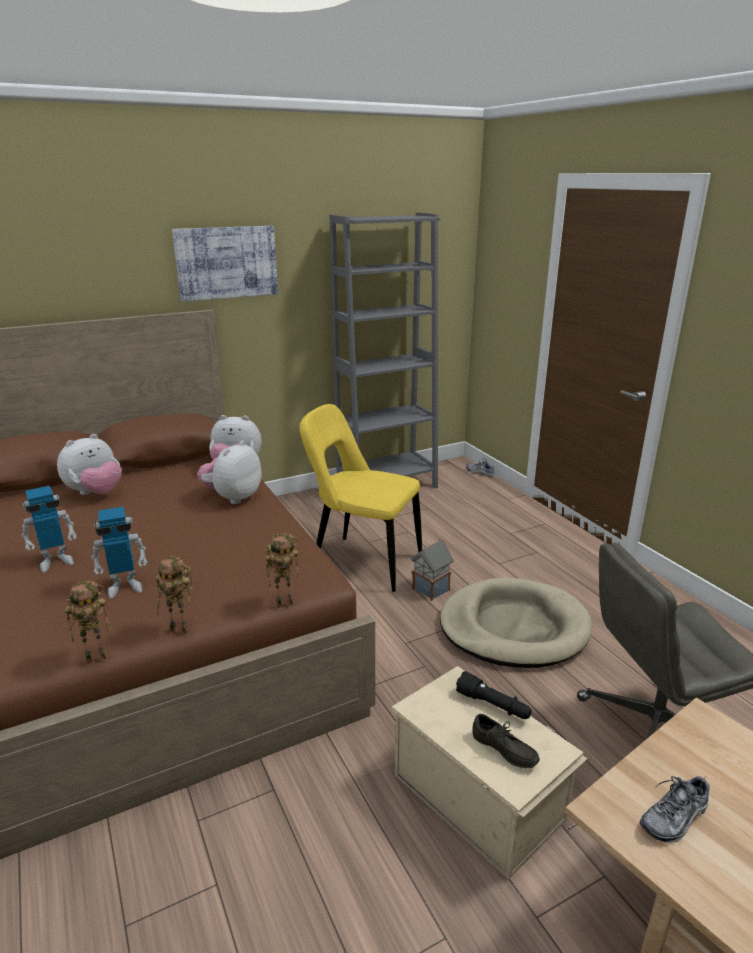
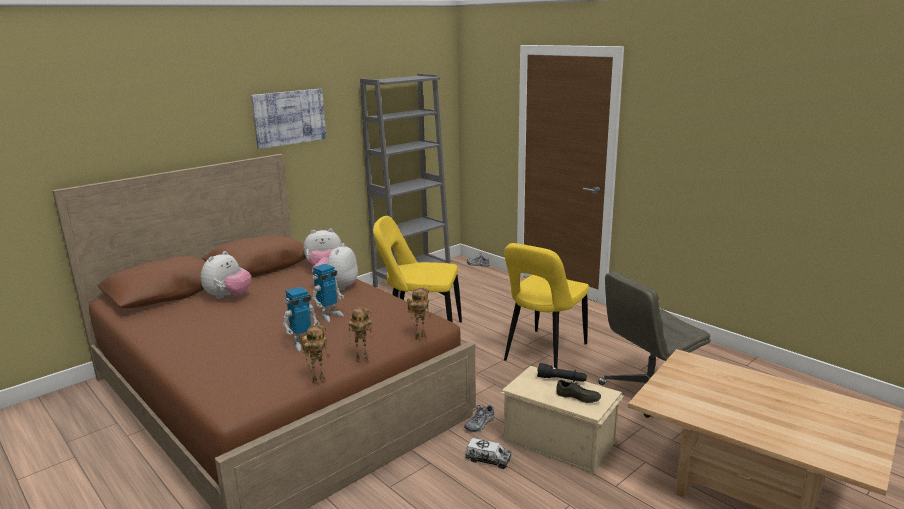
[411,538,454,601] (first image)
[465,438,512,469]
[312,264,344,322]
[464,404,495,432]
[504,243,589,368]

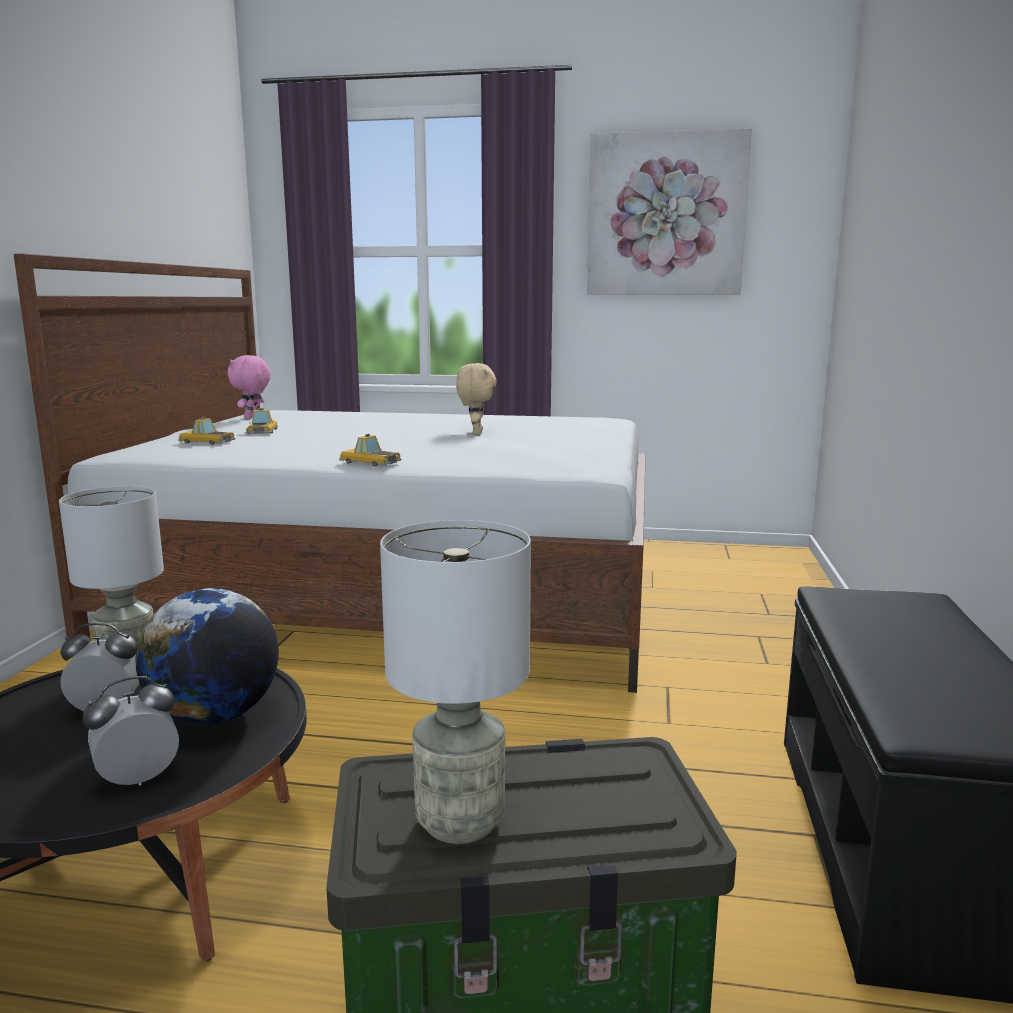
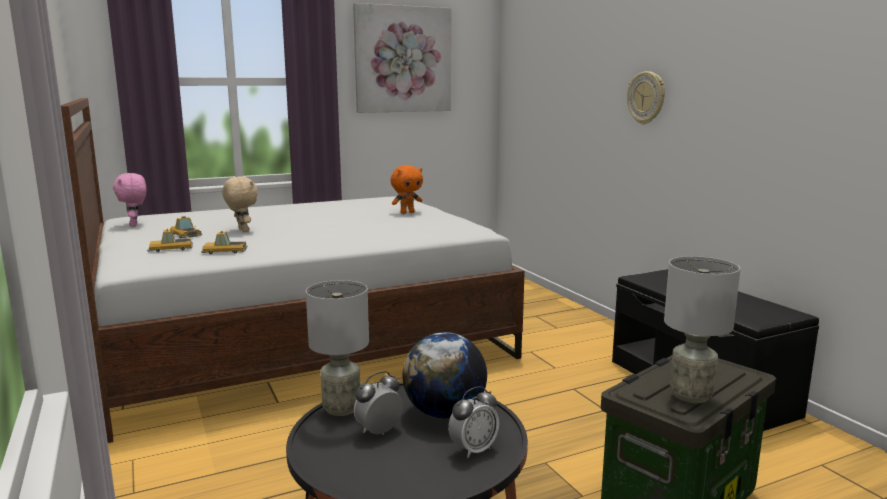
[391,165,423,214]
[627,71,665,124]
[201,231,248,254]
[222,177,258,232]
[448,386,499,458]

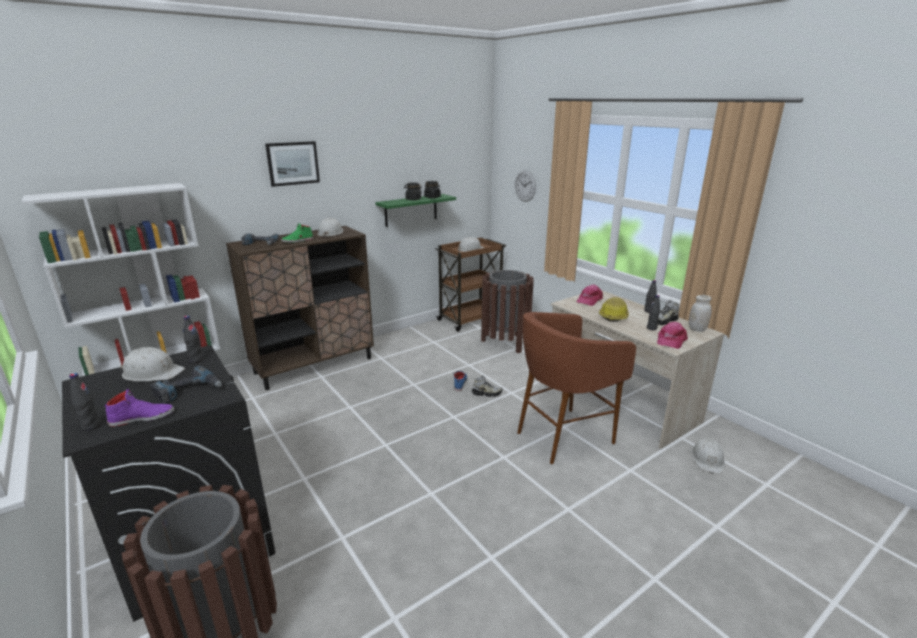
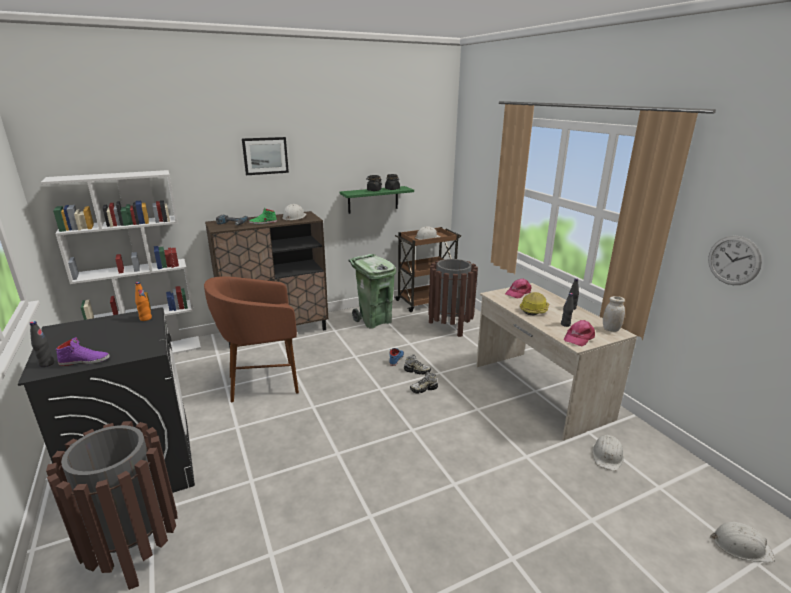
[150,366,222,404] (first image)
[348,254,396,329]
[710,522,775,562]
[708,235,762,285]
[204,276,299,402]
[410,372,438,394]
[135,282,152,321]

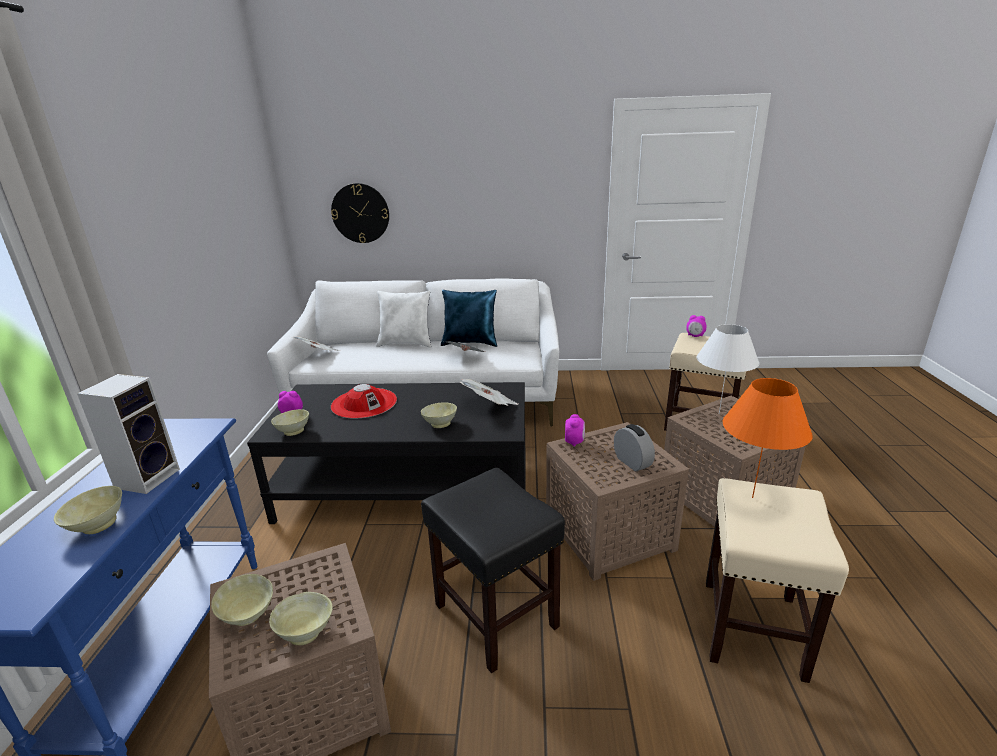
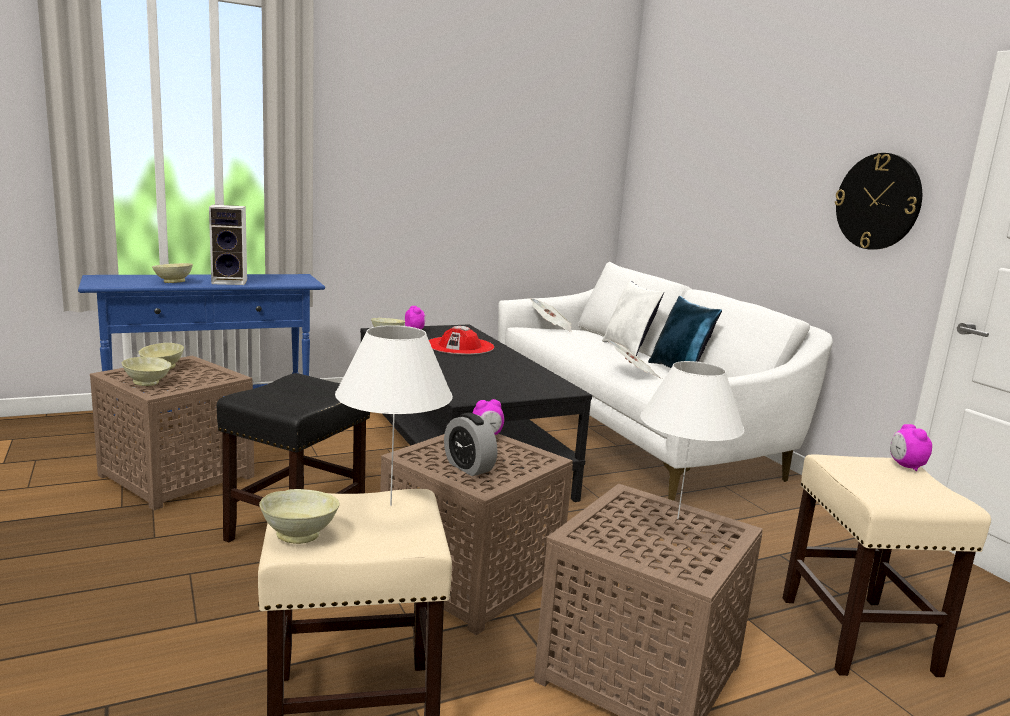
[460,379,518,406] (first image)
[835,153,922,250]
[259,489,340,544]
[335,325,453,506]
[444,413,497,476]

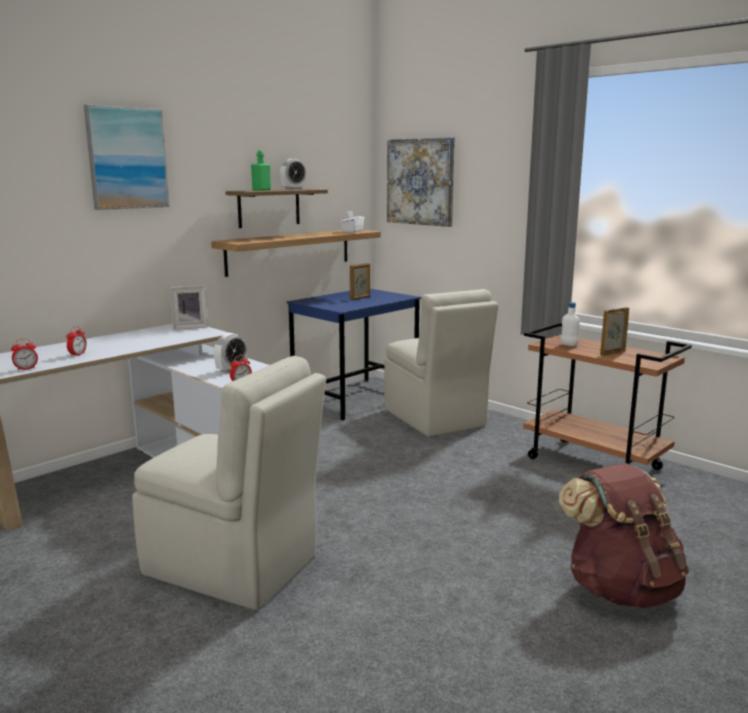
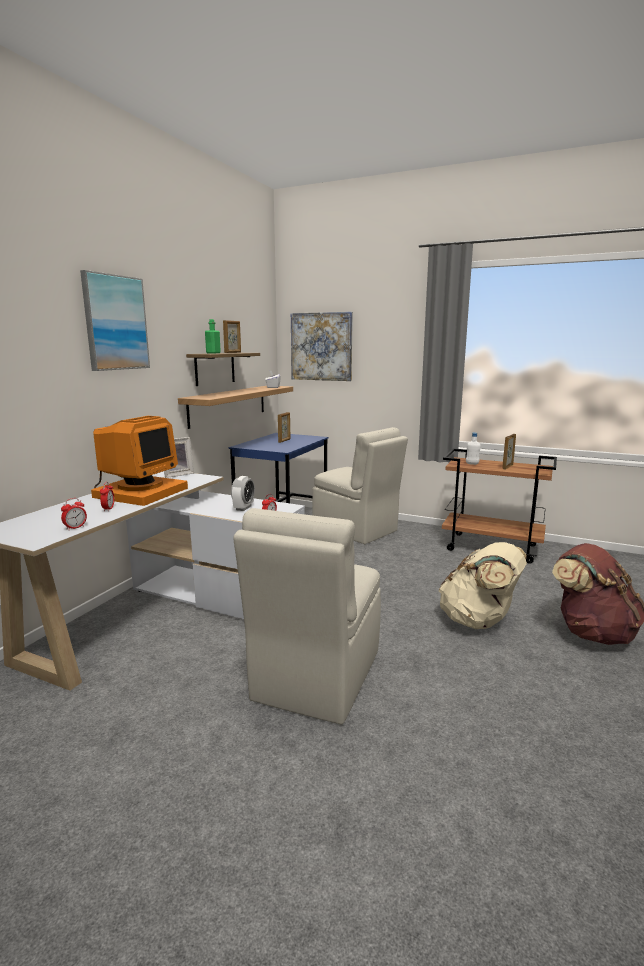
[91,416,188,506]
[439,542,527,629]
[223,320,241,353]
[233,508,381,725]

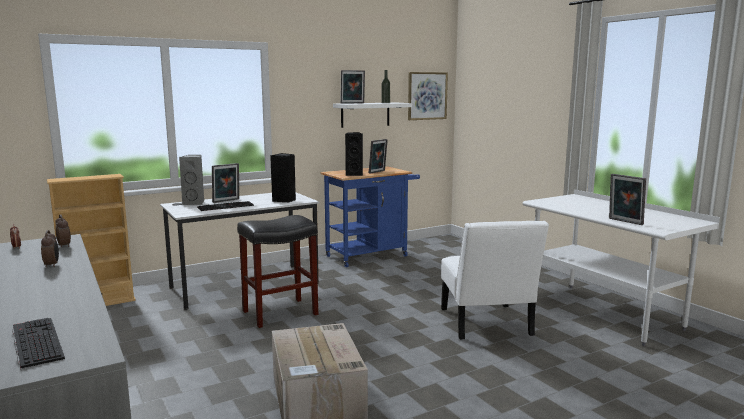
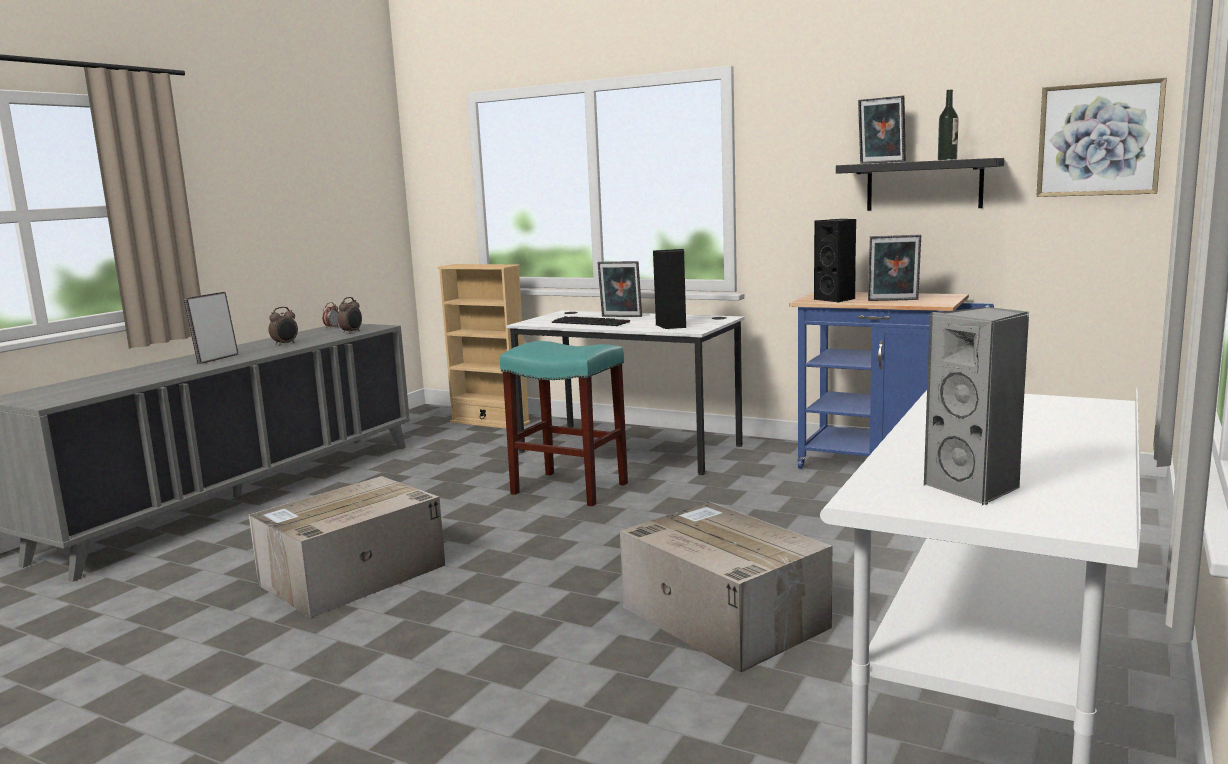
[12,318,65,370] (first image)
[924,307,1029,505]
[183,292,239,364]
[620,502,832,673]
[500,341,628,506]
[836,158,1004,211]

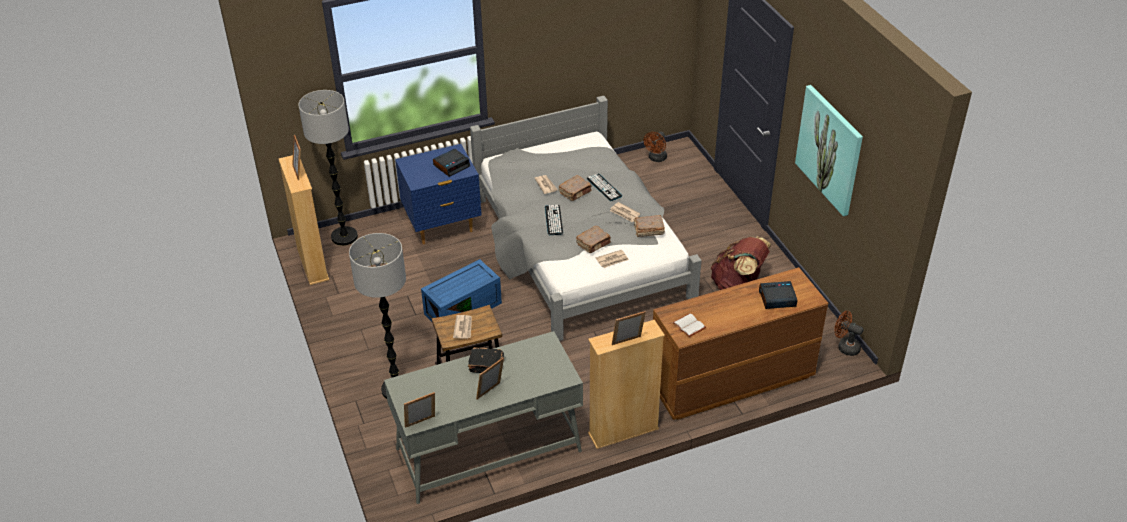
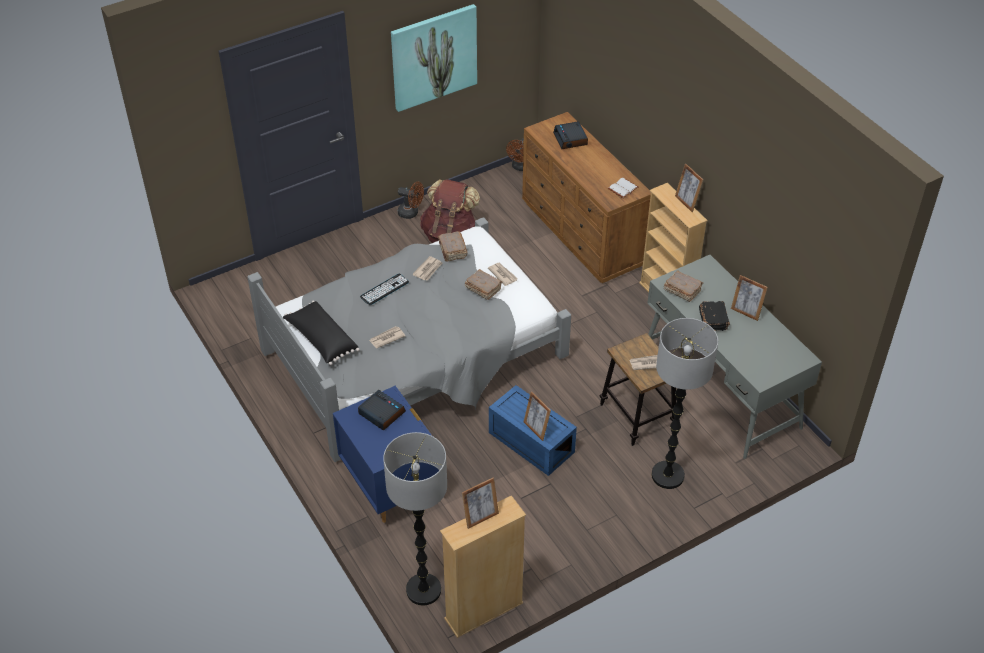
[545,205,563,235] (first image)
[283,301,360,365]
[524,391,551,441]
[664,271,703,302]
[398,182,424,219]

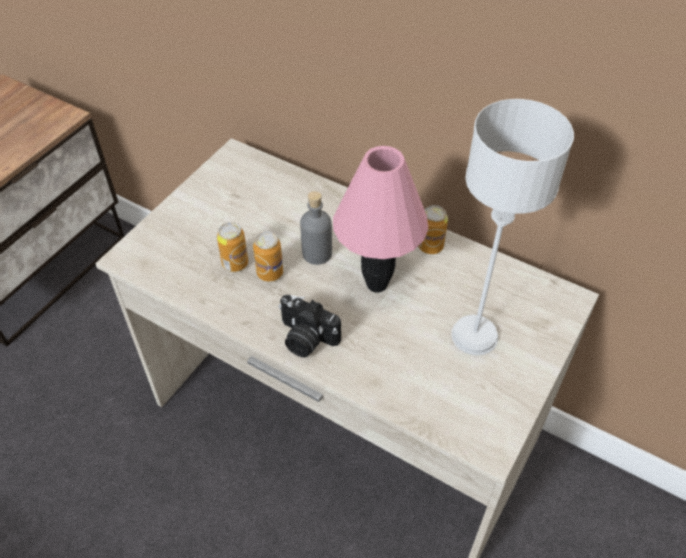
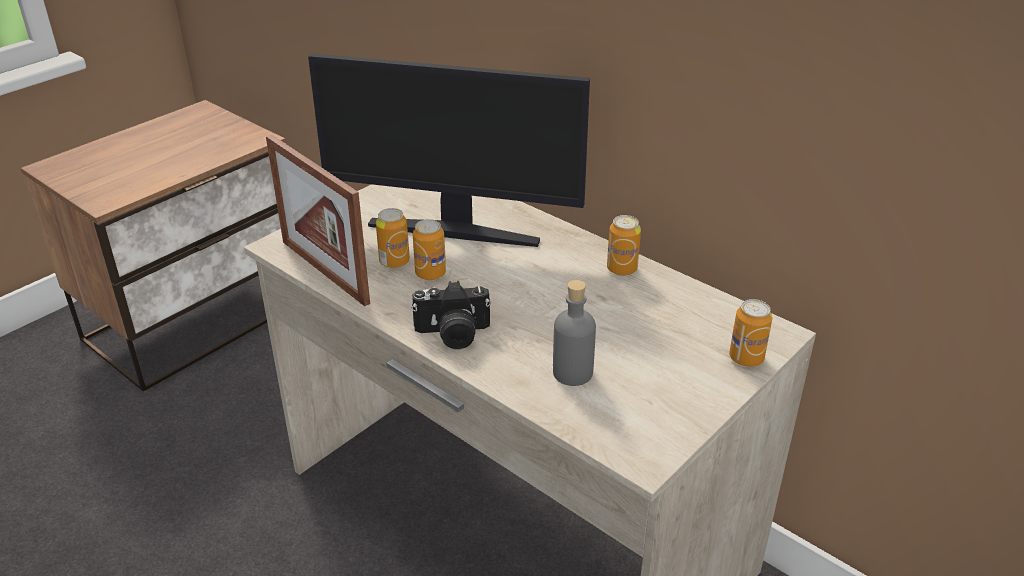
[333,146,428,293] (first image)
[451,99,574,355] (first image)
[266,135,370,306]
[308,53,590,247]
[729,299,772,367]
[553,280,596,386]
[412,281,491,349]

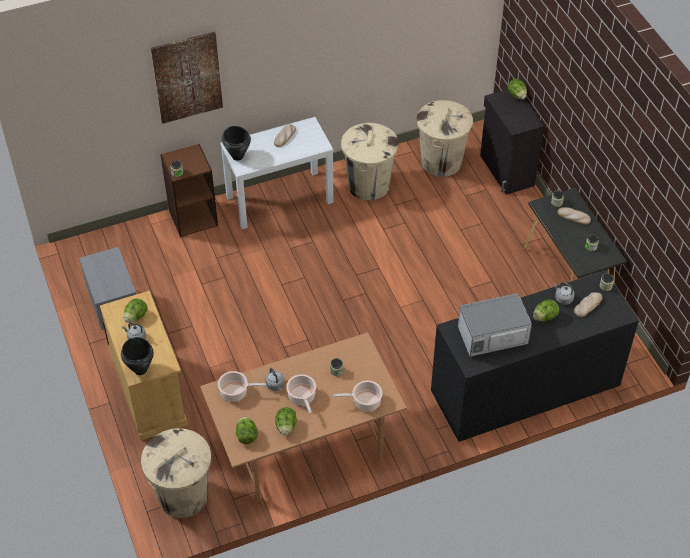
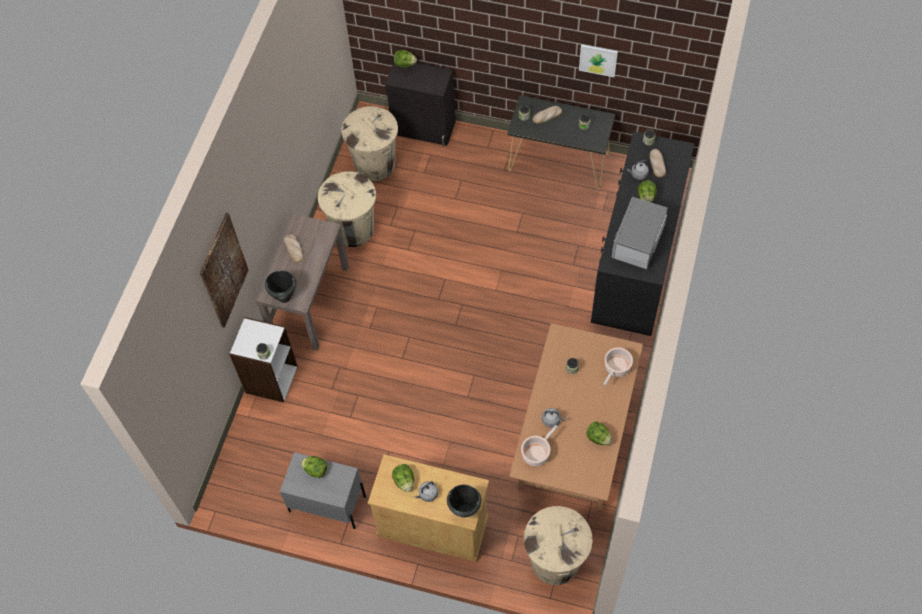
[286,374,316,414] (first image)
[579,44,618,77]
[301,456,327,478]
[229,317,298,403]
[256,213,349,351]

